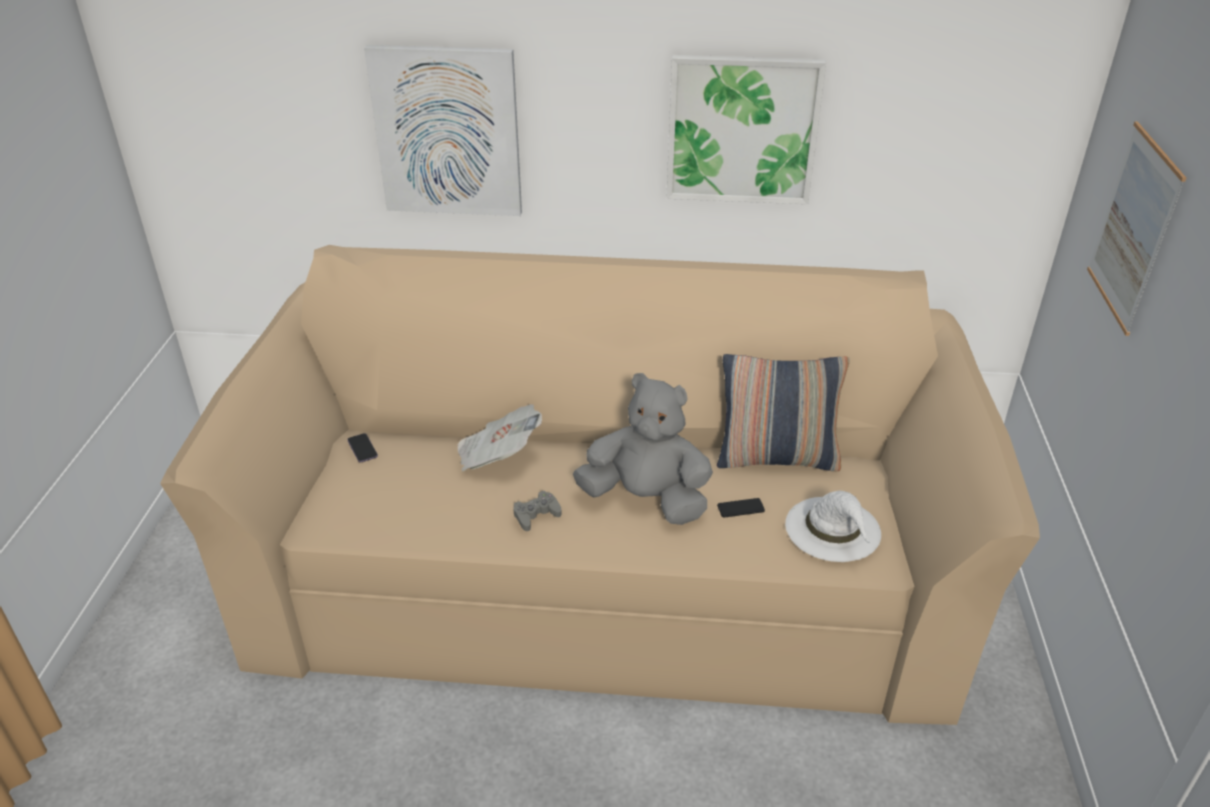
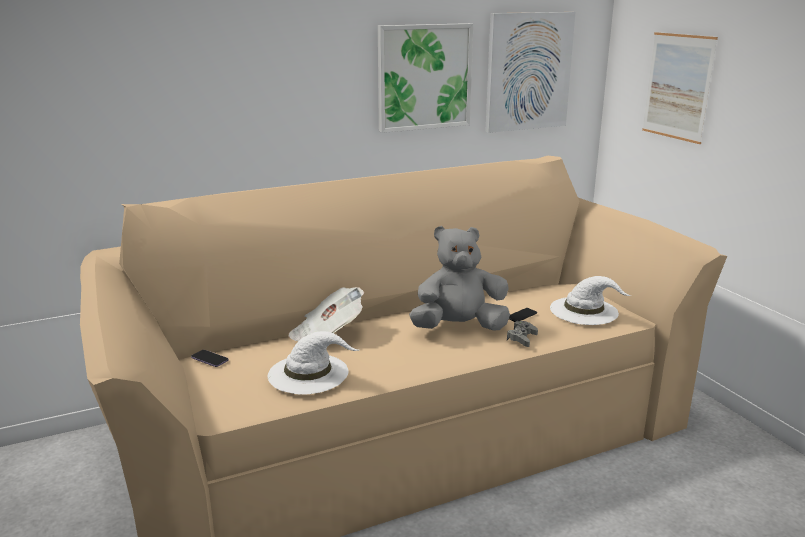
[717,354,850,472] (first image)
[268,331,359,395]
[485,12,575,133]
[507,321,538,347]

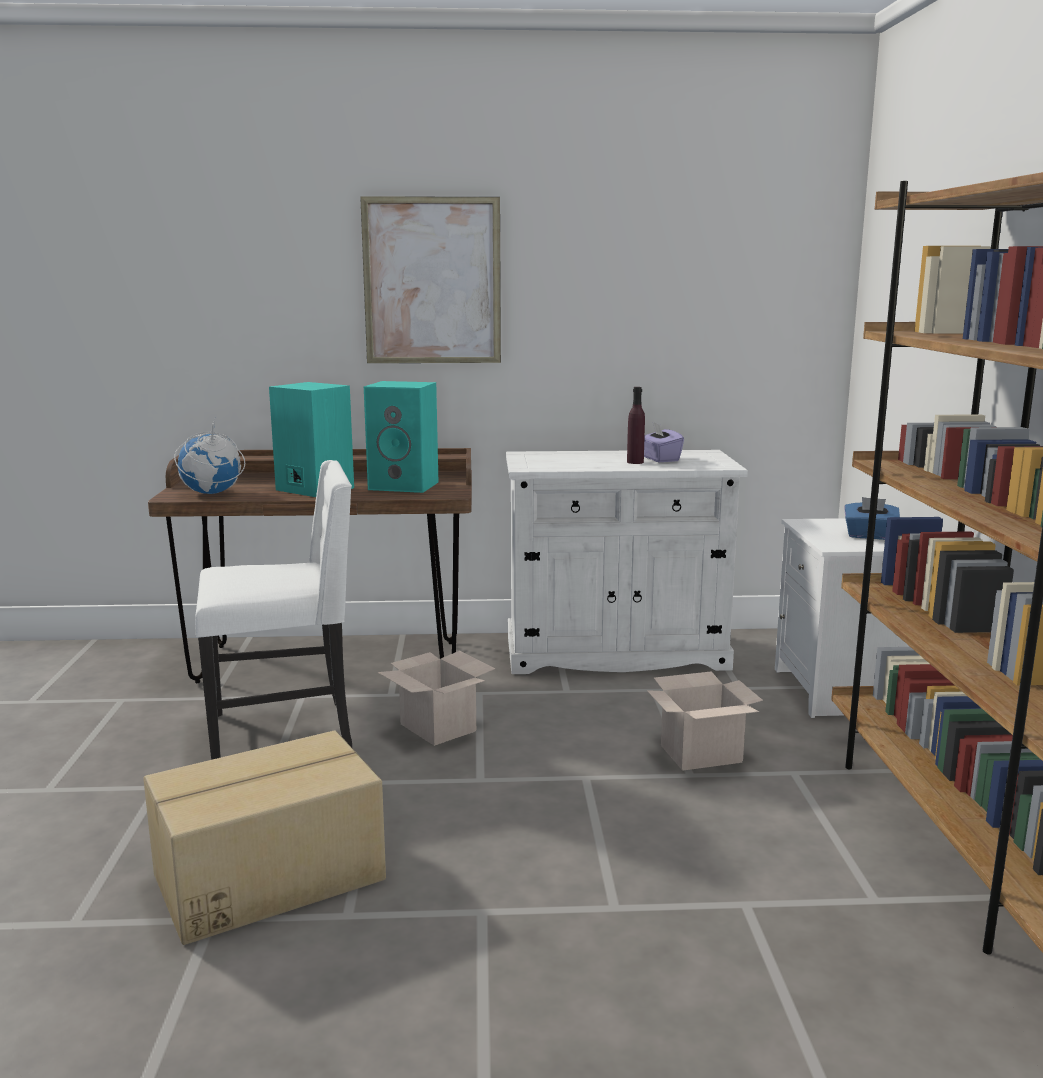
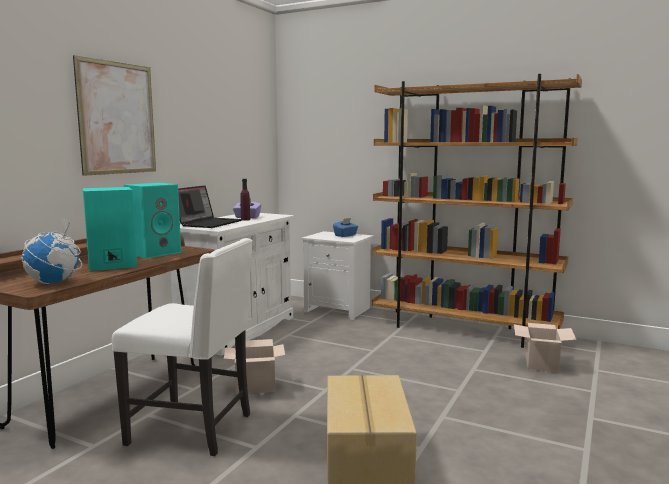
[178,185,242,228]
[514,323,577,373]
[112,238,253,456]

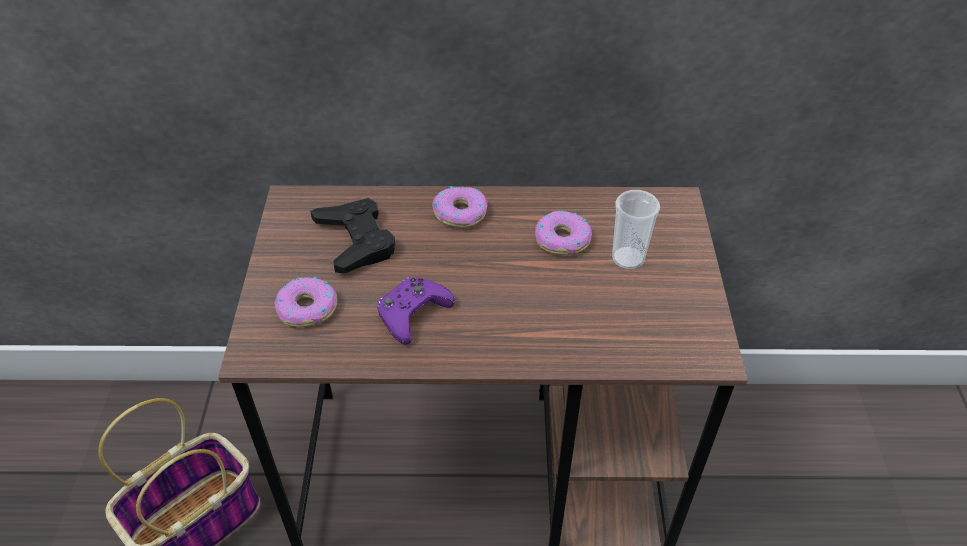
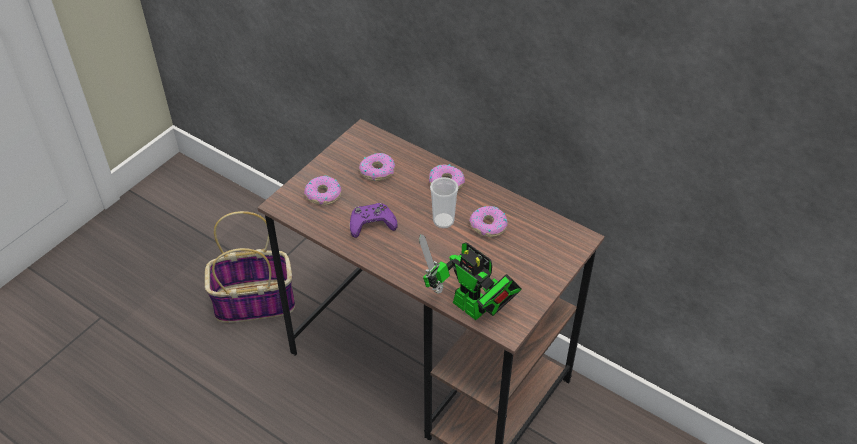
[419,234,522,320]
[430,177,458,229]
[359,153,395,181]

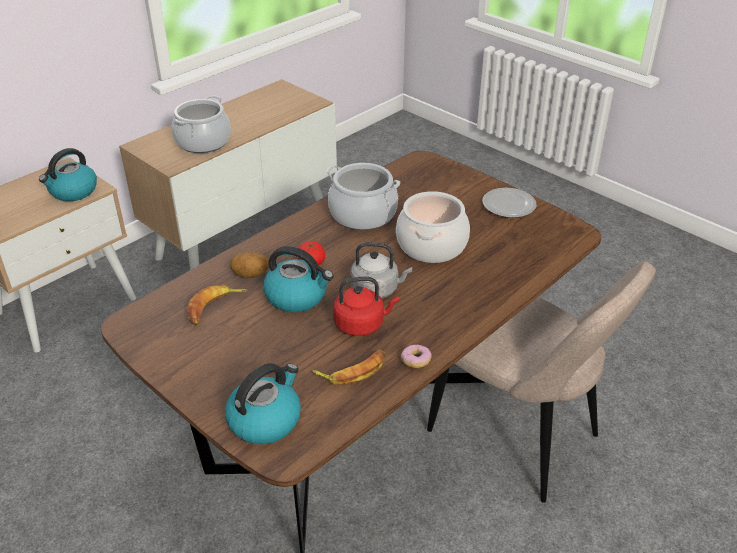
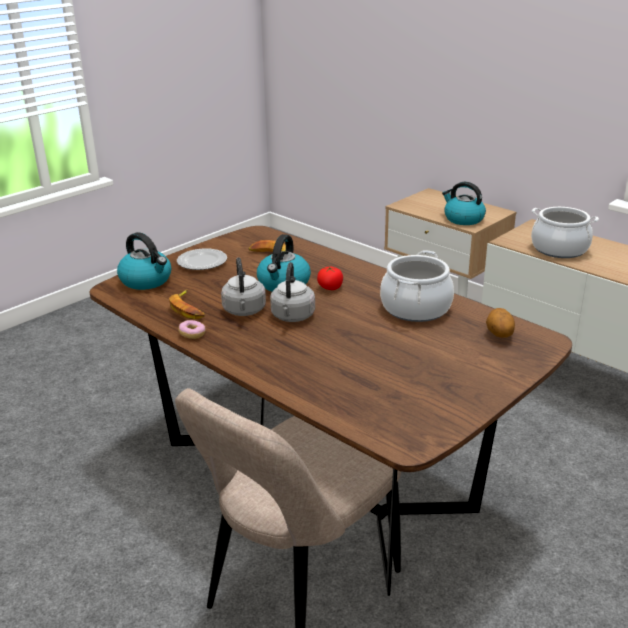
[396,191,470,263] (first image)
[486,308,515,338]
[177,248,227,270]
[221,257,266,316]

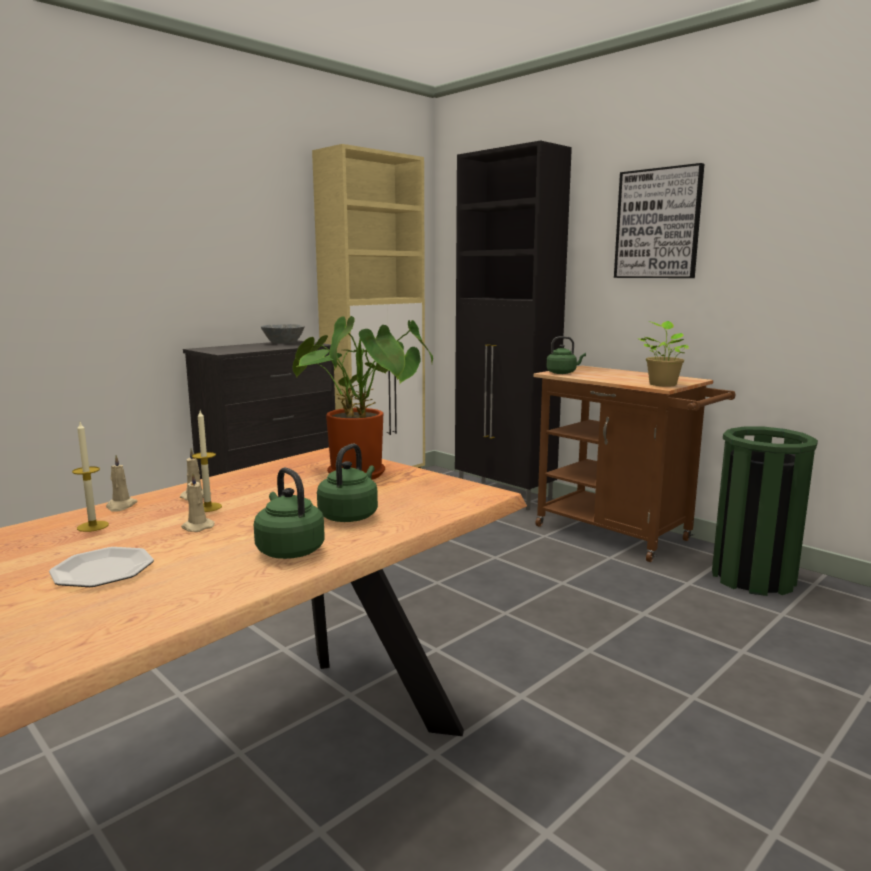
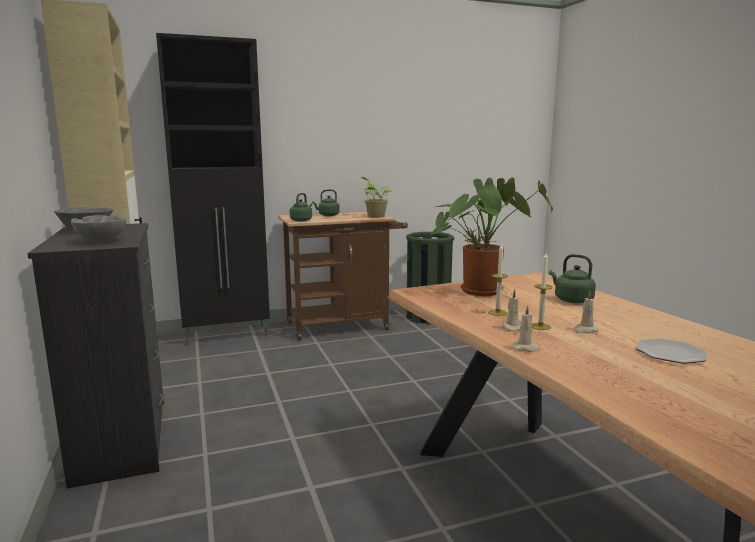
[614,163,704,278] (first image)
[71,215,126,242]
[488,243,508,316]
[312,189,340,216]

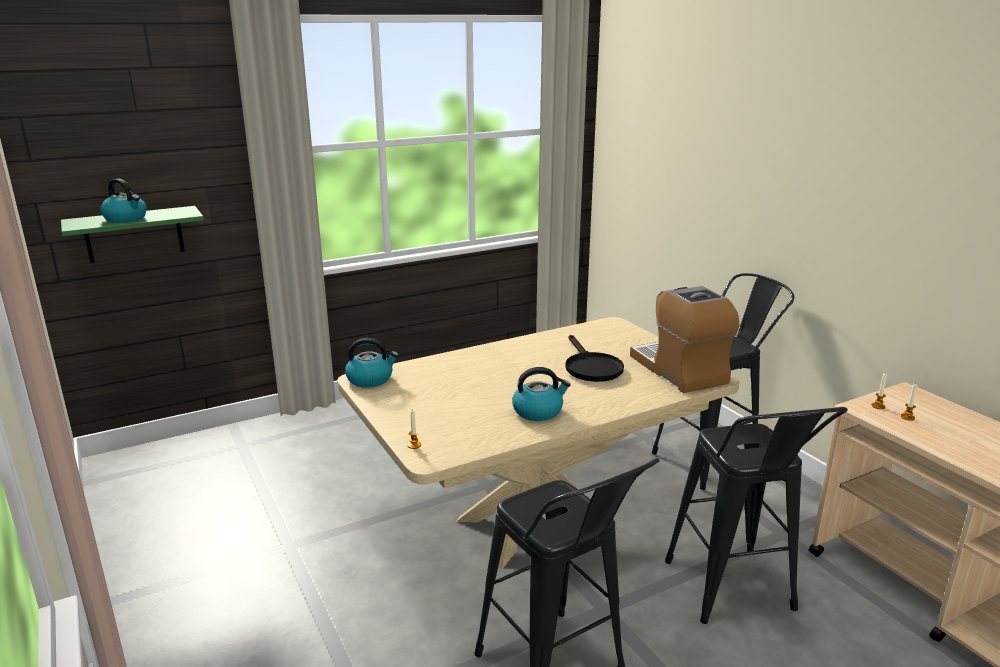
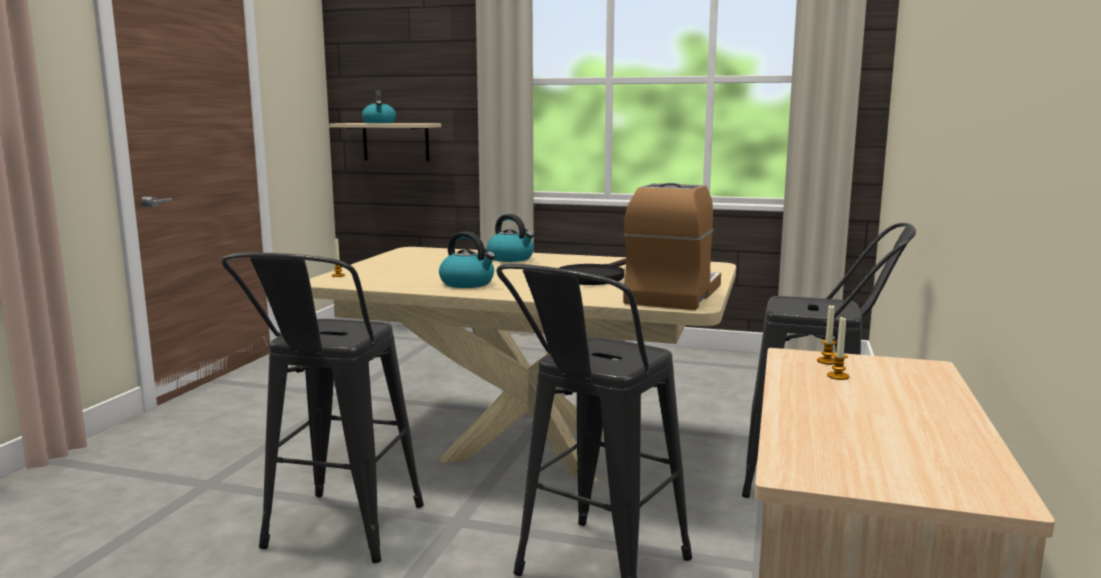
[487,214,534,262]
[329,123,441,162]

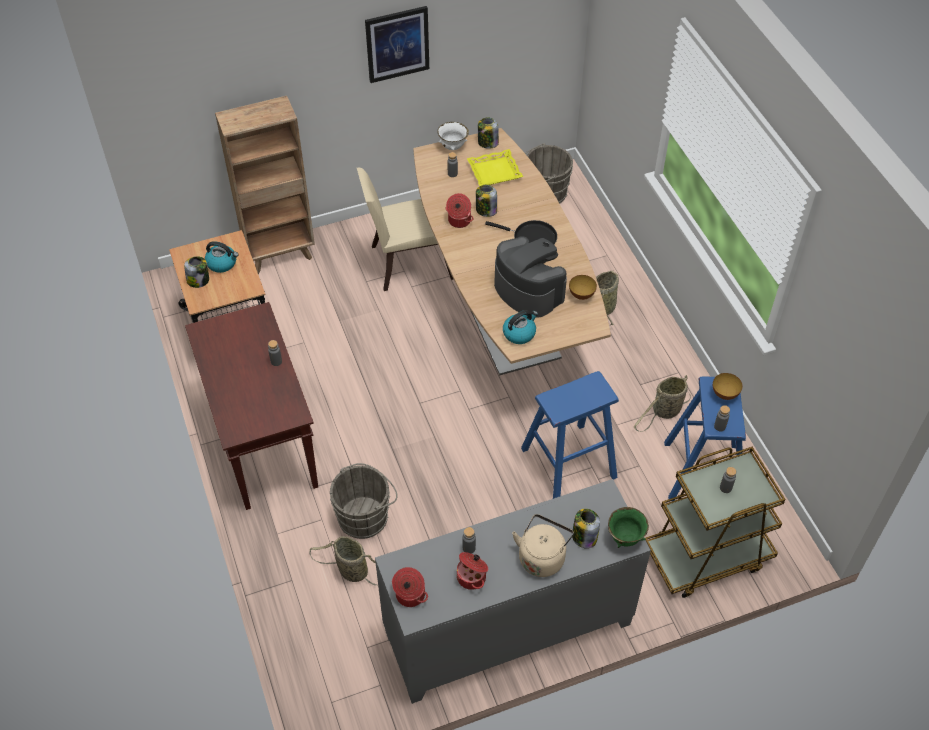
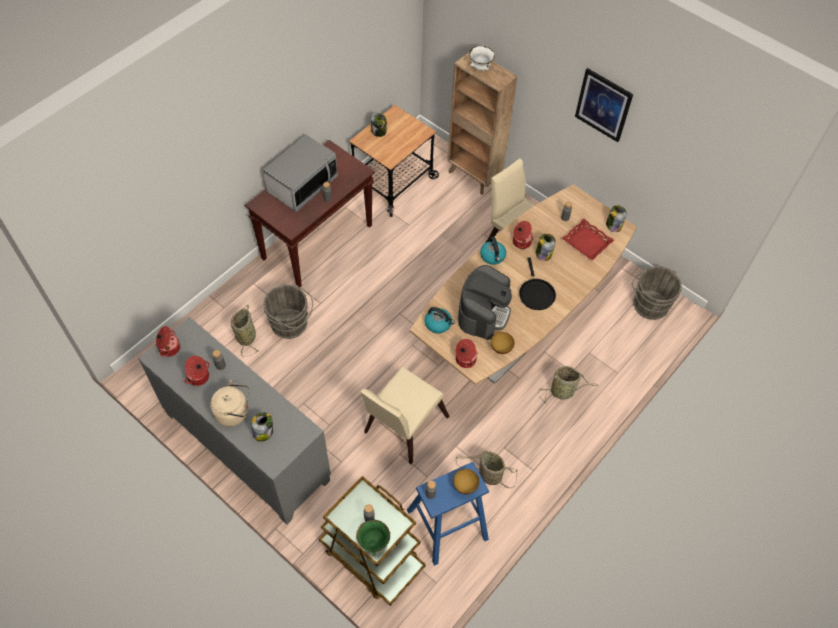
[263,134,338,212]
[455,339,477,368]
[480,237,506,265]
[469,46,495,71]
[356,520,390,556]
[361,367,450,464]
[562,219,614,261]

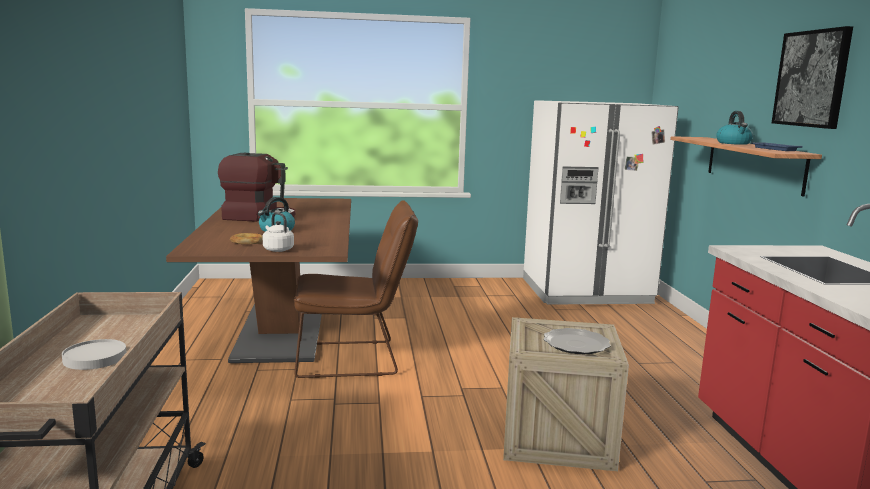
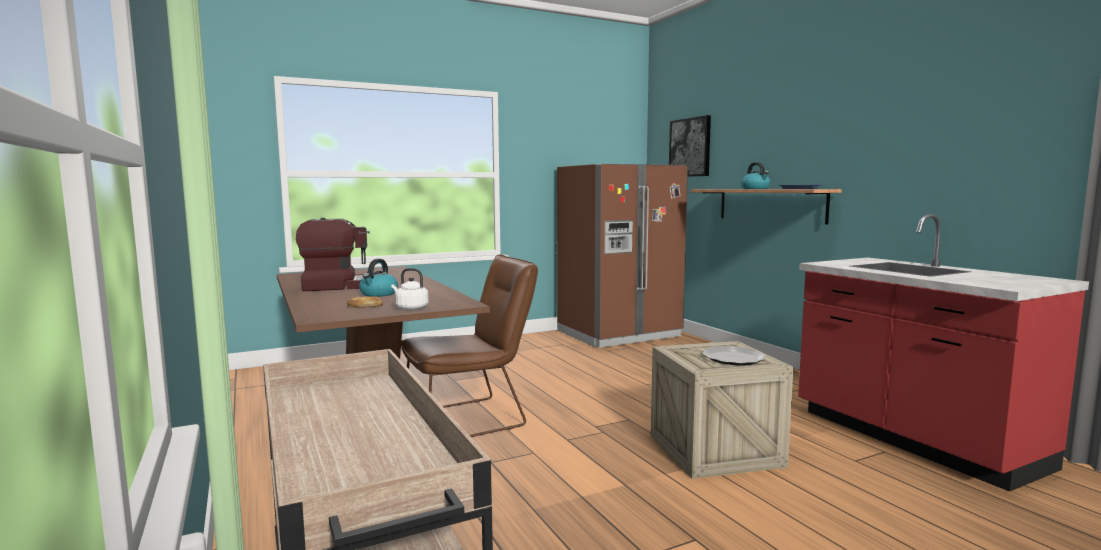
[62,339,126,370] (first image)
[669,115,711,177]
[557,164,688,348]

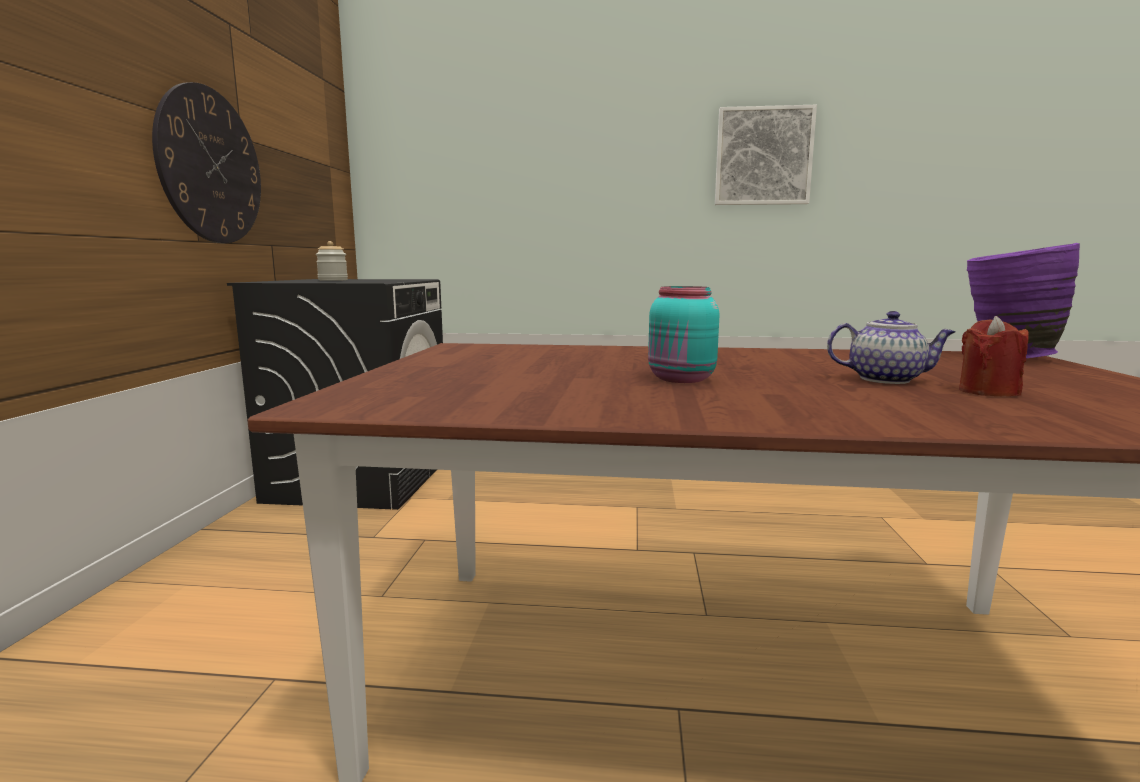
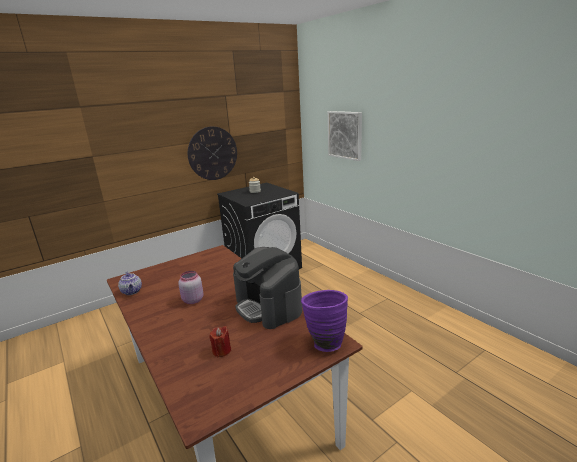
[233,247,302,329]
[328,111,362,161]
[118,272,142,295]
[179,271,203,304]

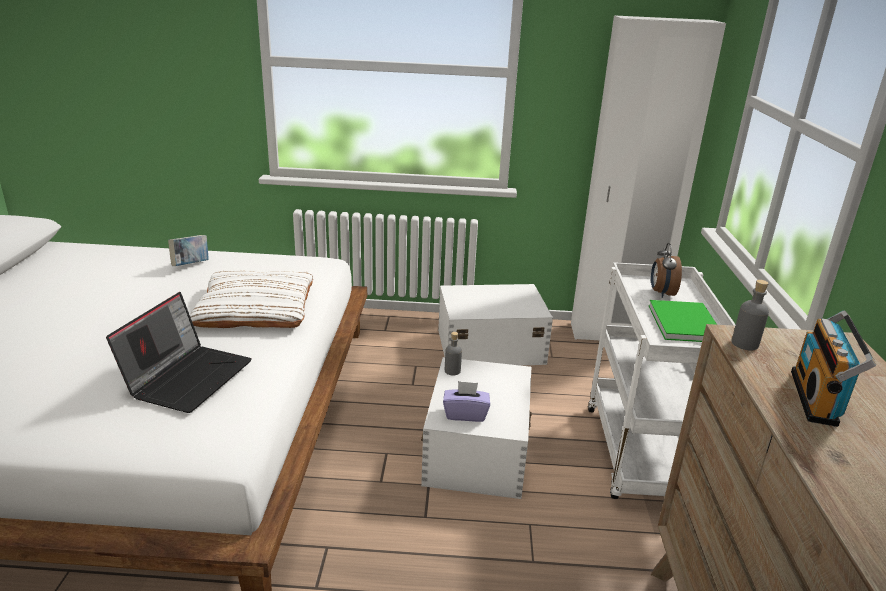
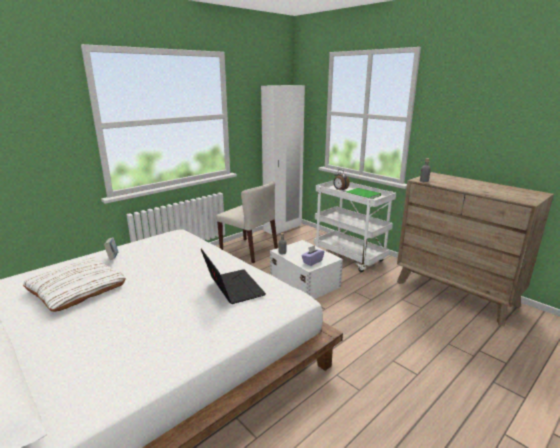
[791,311,876,427] (first image)
[23,257,126,312]
[216,181,278,263]

